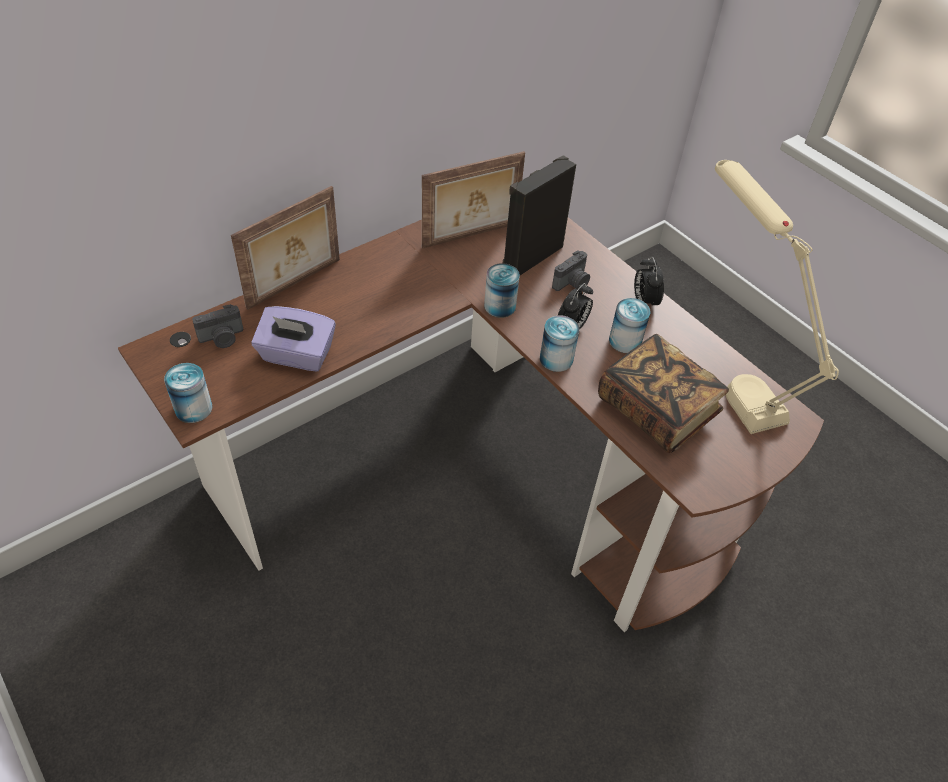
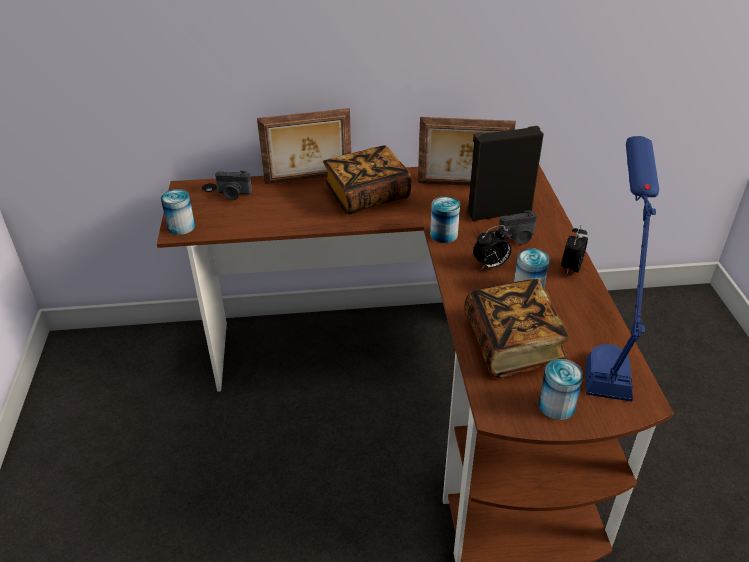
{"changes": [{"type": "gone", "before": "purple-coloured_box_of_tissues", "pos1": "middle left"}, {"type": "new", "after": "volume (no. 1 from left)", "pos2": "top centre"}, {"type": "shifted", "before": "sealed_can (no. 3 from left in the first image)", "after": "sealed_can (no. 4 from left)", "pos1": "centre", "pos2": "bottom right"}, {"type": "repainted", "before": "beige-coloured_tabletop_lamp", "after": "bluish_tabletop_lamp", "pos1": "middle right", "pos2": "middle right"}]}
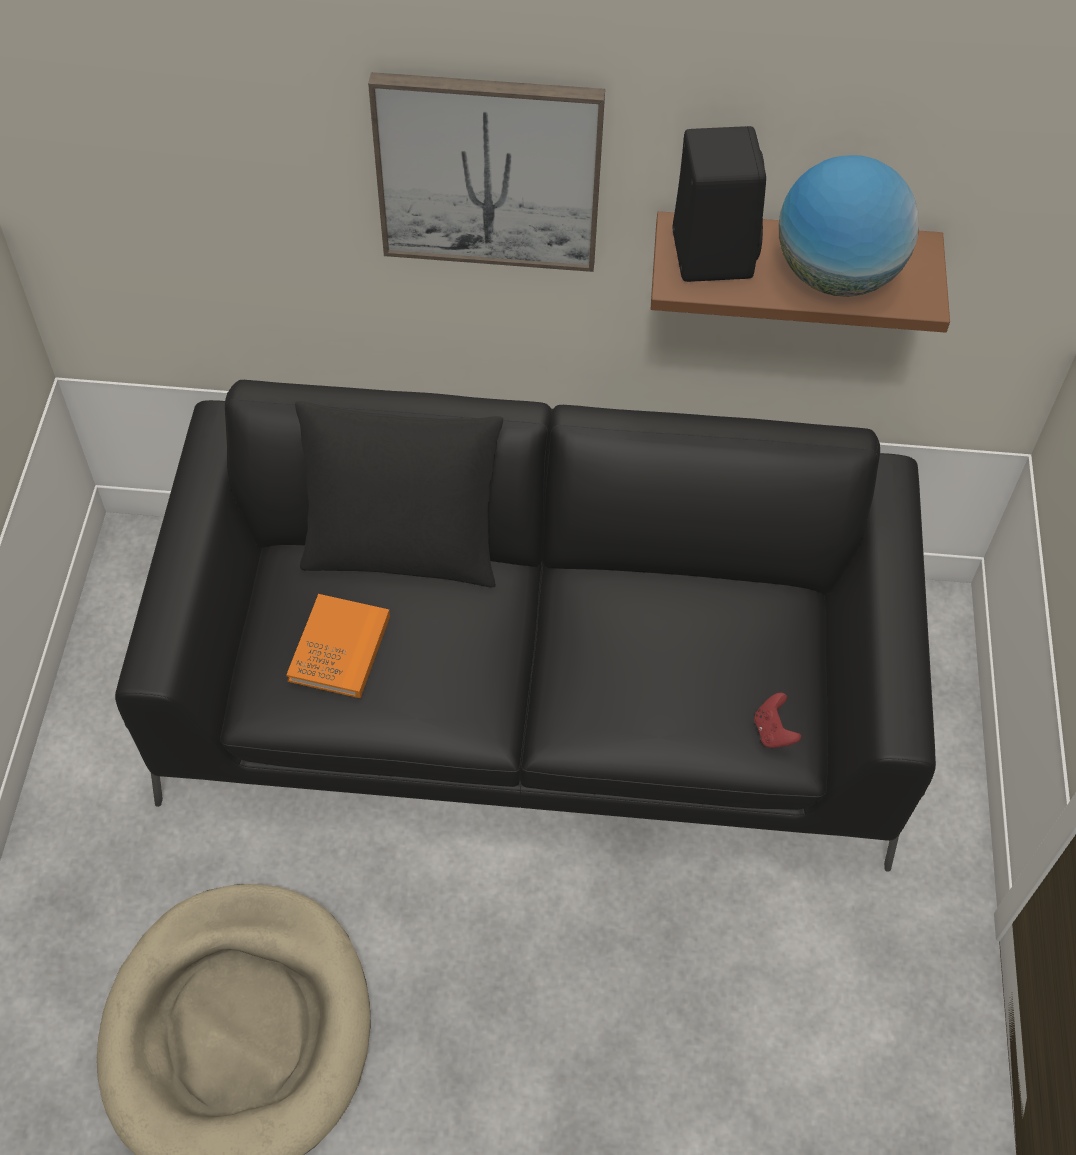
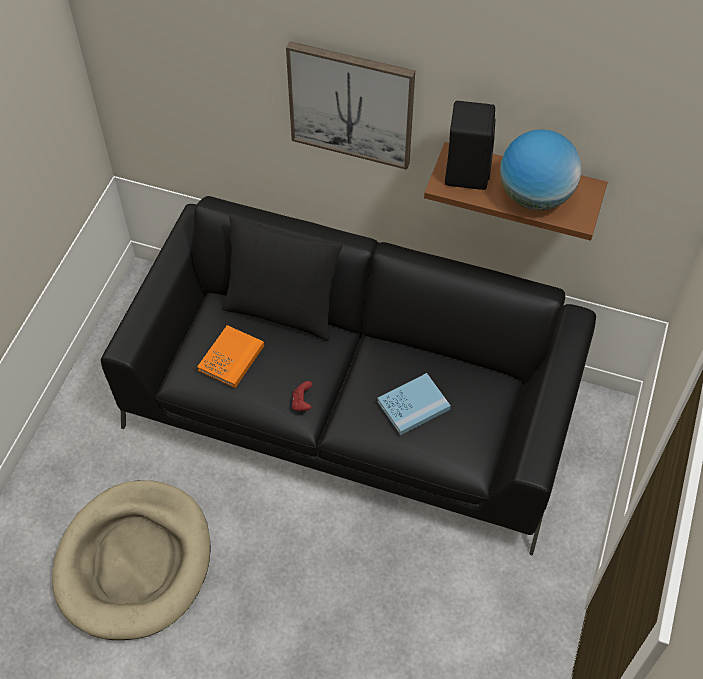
{"changes": [{"type": "new", "after": "bluish_volume", "pos2": "centre"}, {"type": "shifted", "before": "red_gamepad", "pos1": "middle right", "pos2": "centre"}]}
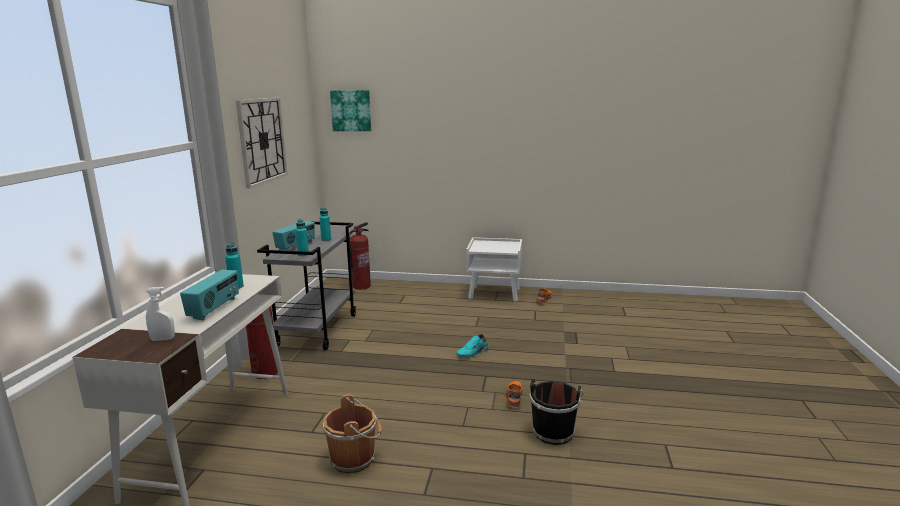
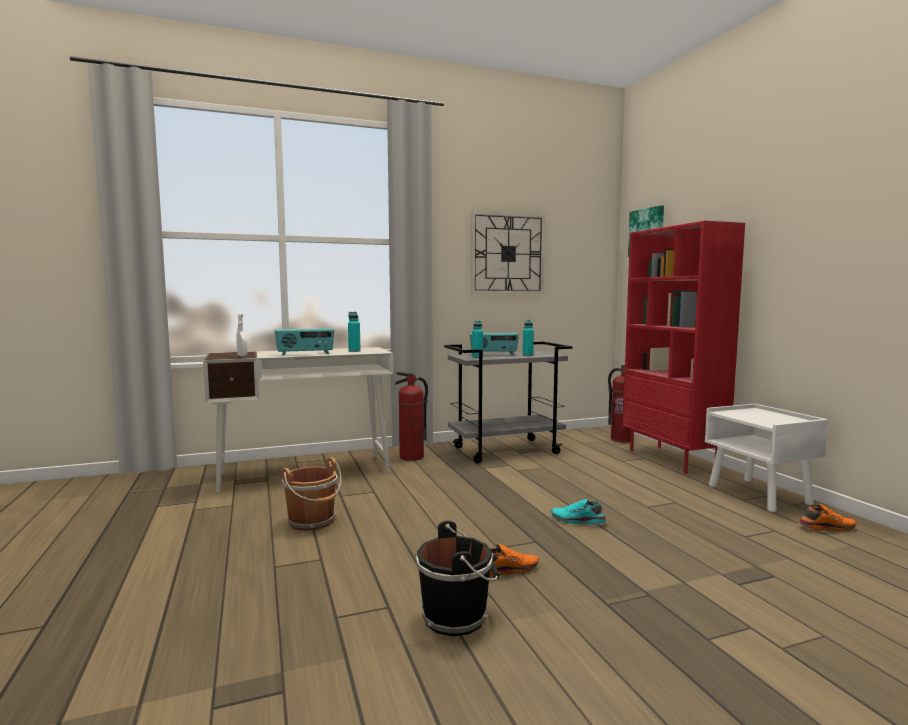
{"changes": [{"type": "new", "after": "red_shelving_unit", "pos2": "middle right"}]}
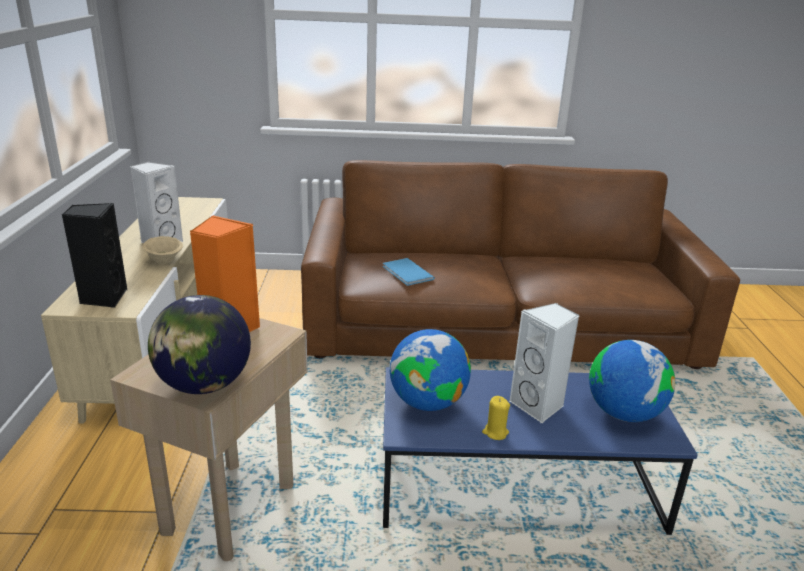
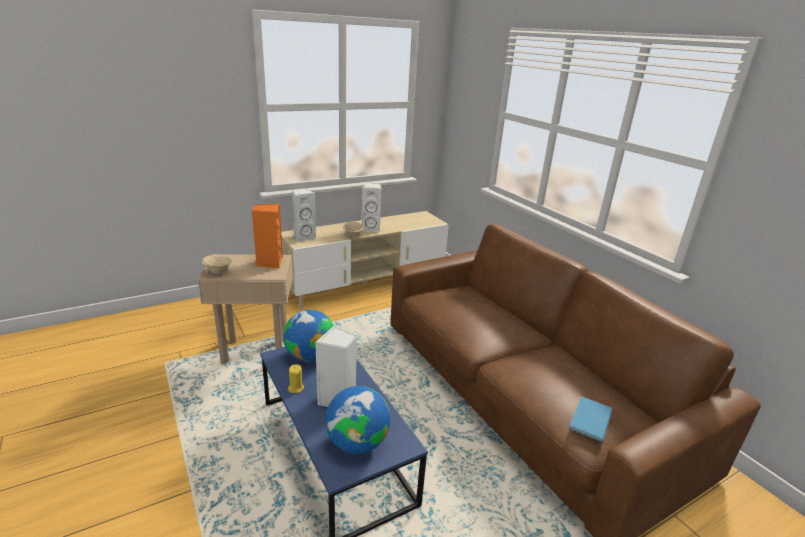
{"changes": [{"type": "shifted", "before": "bluish_volume", "pos1": "centre", "pos2": "bottom right"}, {"type": "swapped", "before": "desk_globe (no. 1 from left)", "after": "beige-coloured_bowl (no. 1 from left)", "pos1": "middle left", "pos2": "middle left"}, {"type": "repainted", "before": "black_loudspeaker", "after": "white-coloured_loudspeaker (no. 1 from left)", "pos1": "middle left", "pos2": "centre"}]}
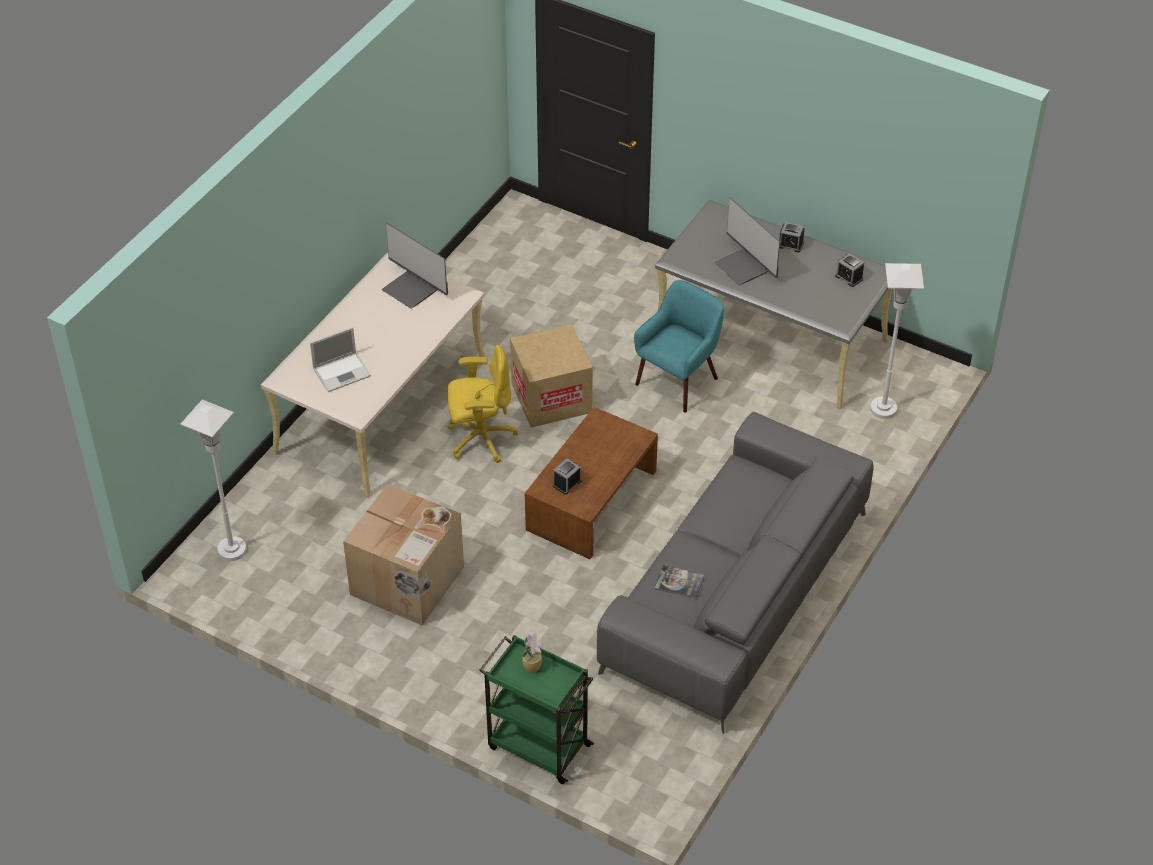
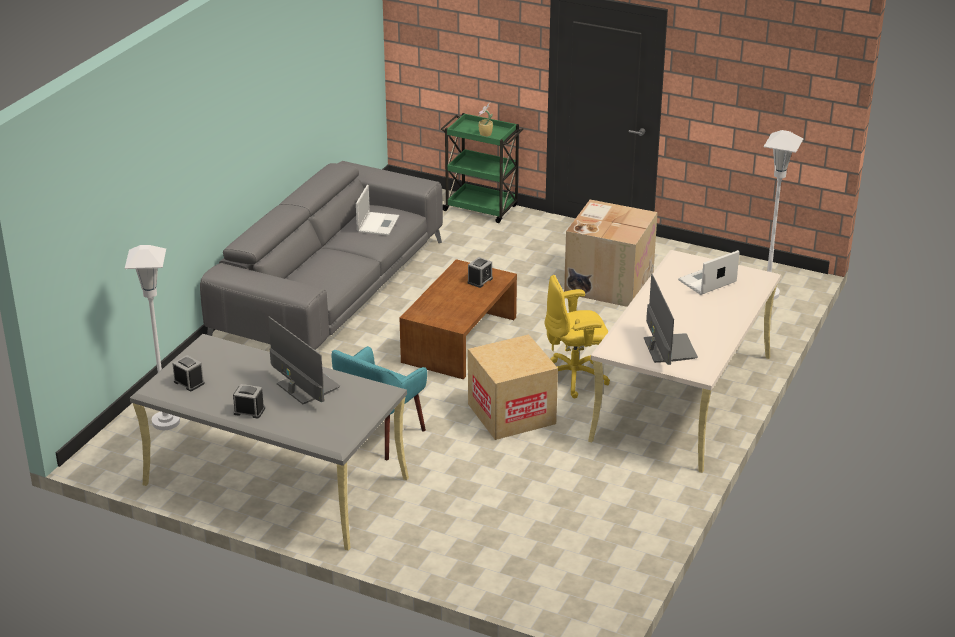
{"changes": [{"type": "swapped", "before": "volume", "after": "laptop (no. 1 from left)", "pos1": "bottom centre", "pos2": "top centre"}, {"type": "rotated", "before": "computer_screen (no. 1 from left in the first image)", "pos1": "top centre", "pos2": "middle right", "turn": 45}]}
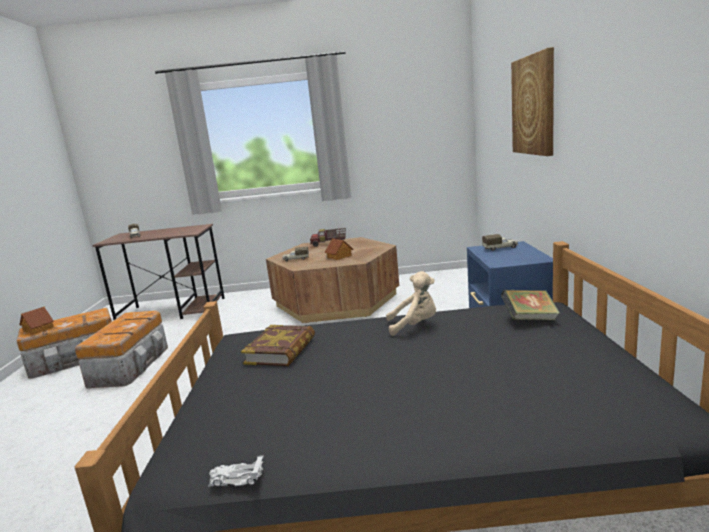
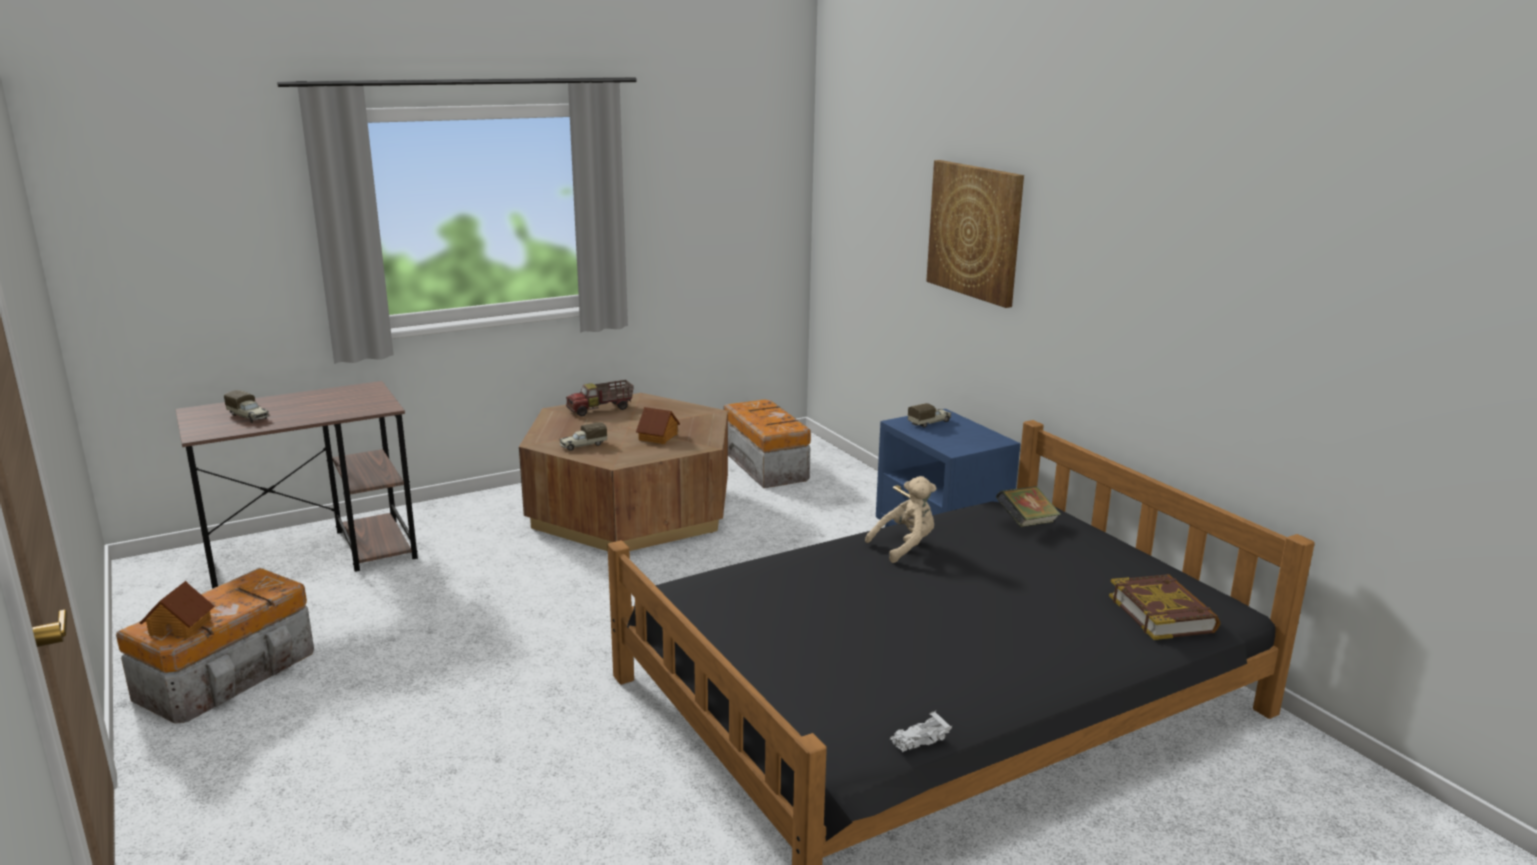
{"changes": [{"type": "shifted", "before": "storage_container (no. 2 from left)", "pos1": "middle left", "pos2": "centre"}, {"type": "shifted", "before": "volume (no. 1 from left in the first image)", "after": "volume (no. 2 from left)", "pos1": "centre", "pos2": "bottom right"}]}
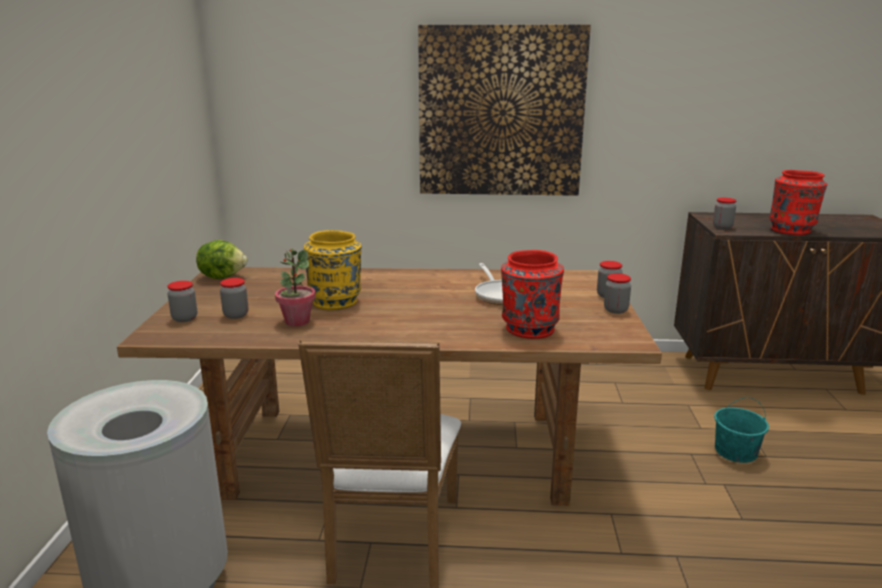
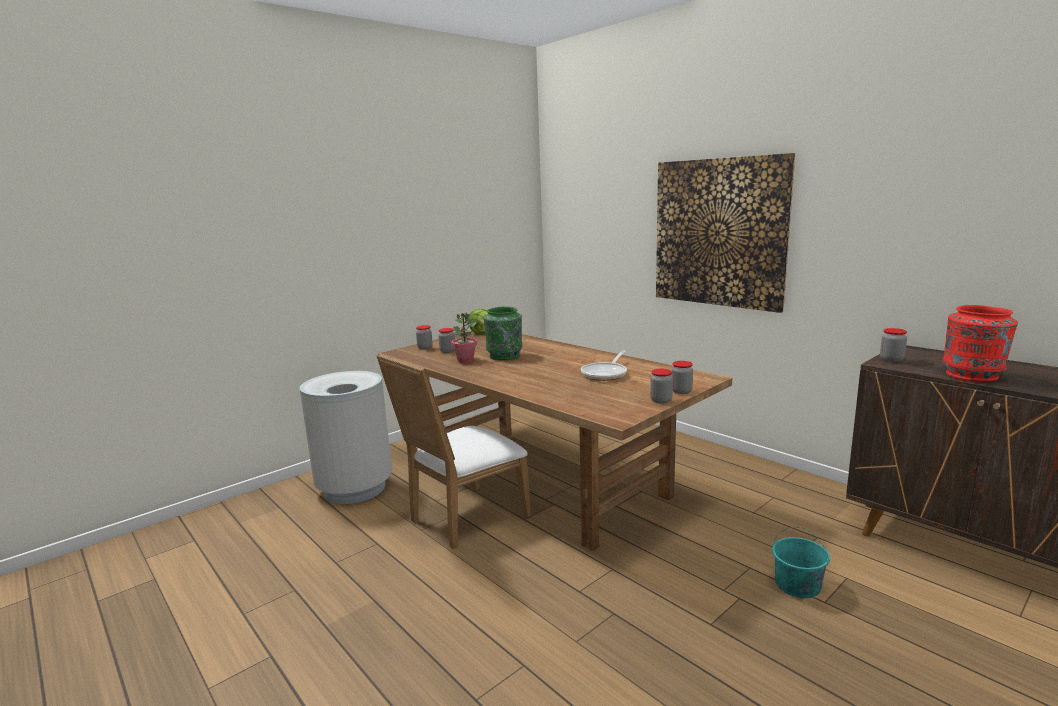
{"changes": [{"type": "gone", "before": "red_vase (no. 1 from left)", "pos1": "centre"}, {"type": "repainted", "before": "yellow-coloured_vase", "after": "green-coloured_vase", "pos1": "centre", "pos2": "centre"}]}
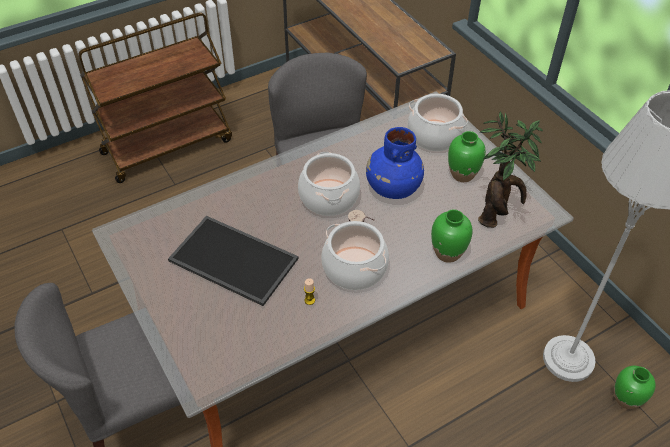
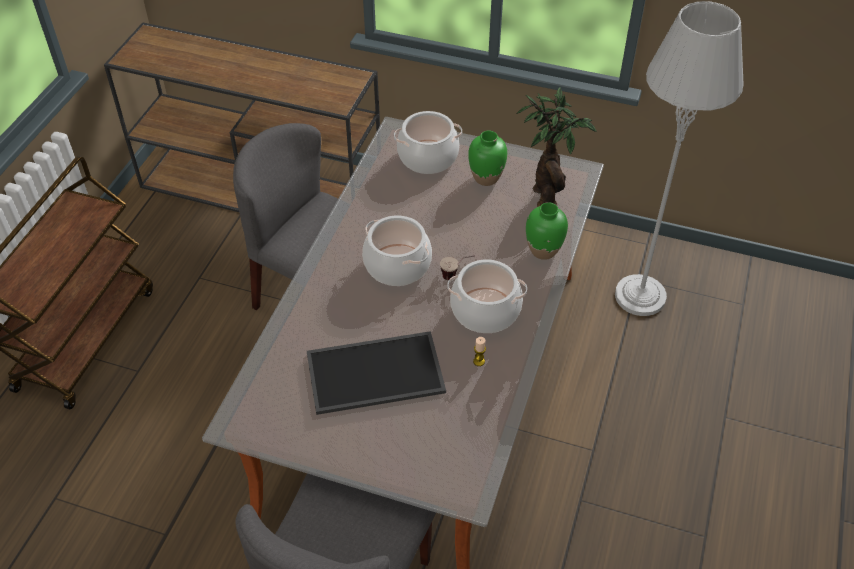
{"changes": [{"type": "gone", "before": "bluish_vase", "pos1": "centre"}, {"type": "gone", "before": "green-coloured_vase (no. 3 from left)", "pos1": "bottom right"}]}
